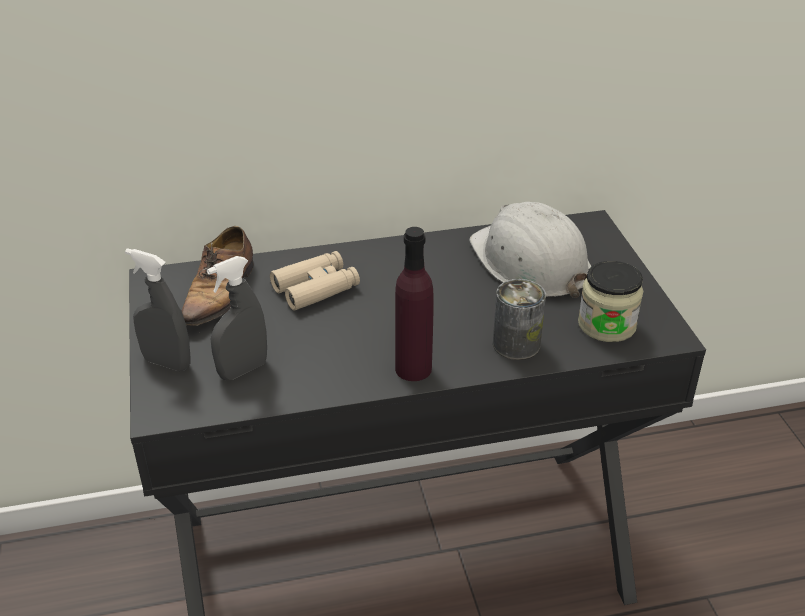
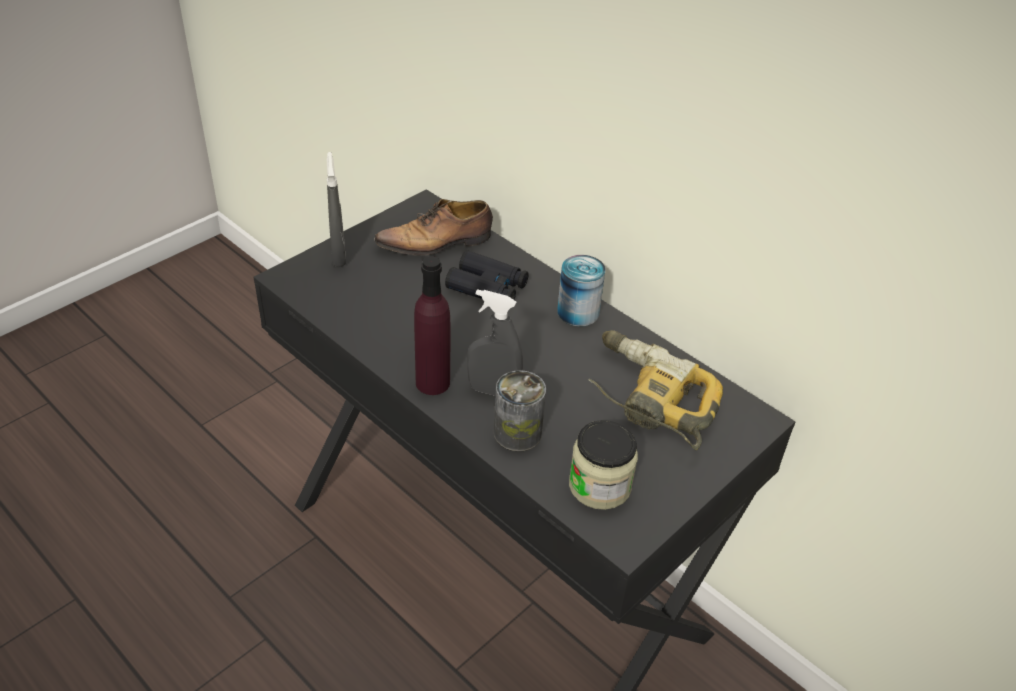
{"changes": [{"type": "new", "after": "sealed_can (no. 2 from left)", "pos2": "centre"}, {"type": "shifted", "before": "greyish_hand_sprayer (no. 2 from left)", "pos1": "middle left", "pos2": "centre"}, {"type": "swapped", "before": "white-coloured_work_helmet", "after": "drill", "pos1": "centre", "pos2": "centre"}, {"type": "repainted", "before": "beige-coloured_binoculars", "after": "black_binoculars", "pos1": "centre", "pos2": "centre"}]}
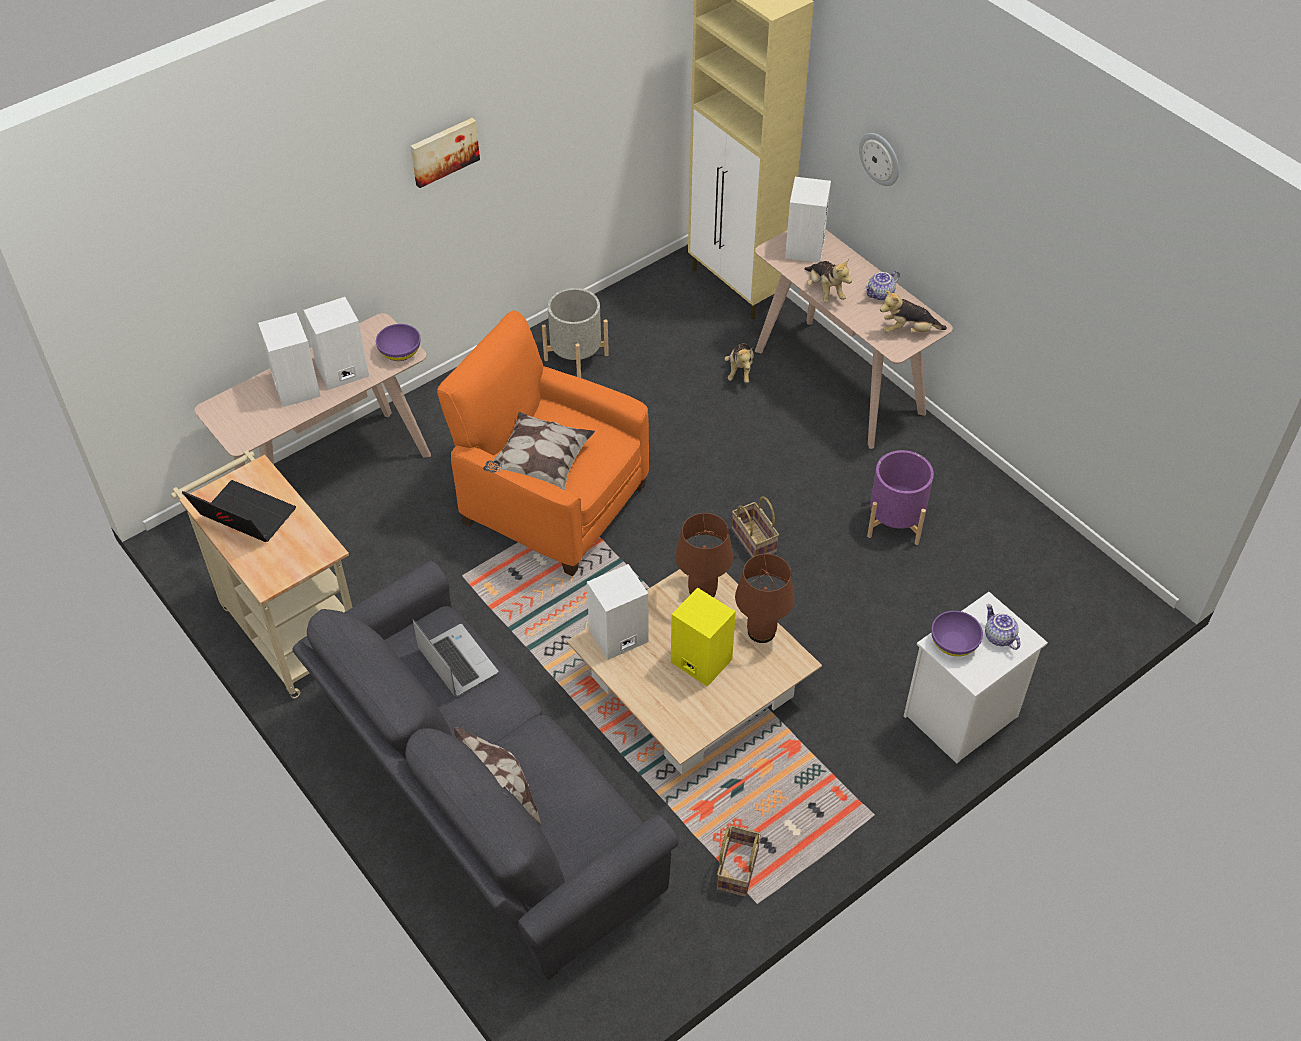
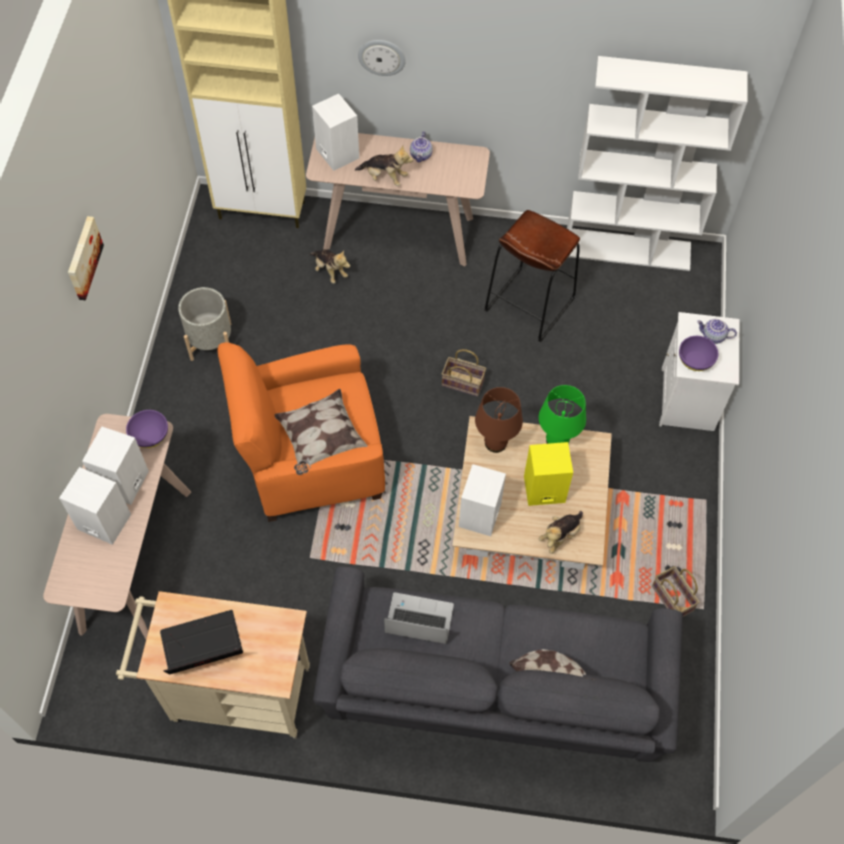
{"changes": [{"type": "new", "after": "white-coloured_shelving_unit", "pos2": "top right"}, {"type": "shifted", "before": "soft_toy (no. 3 from left)", "pos1": "top right", "pos2": "centre"}, {"type": "swapped", "before": "purple-coloured_flower_pot", "after": "brownish_sitting_stool", "pos1": "middle right", "pos2": "top centre"}, {"type": "repainted", "before": "brownish_tabletop_lamp (no. 2 from left)", "after": "green-coloured_tabletop_lamp", "pos1": "centre", "pos2": "centre"}]}
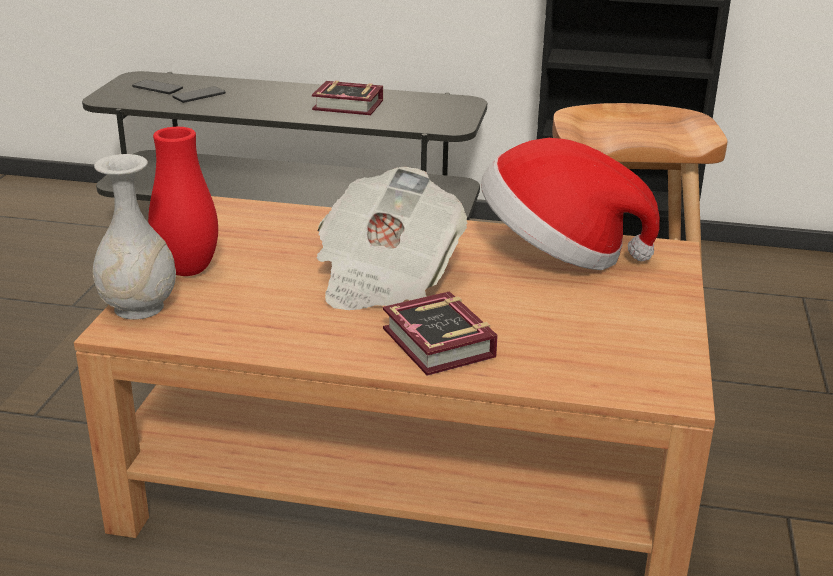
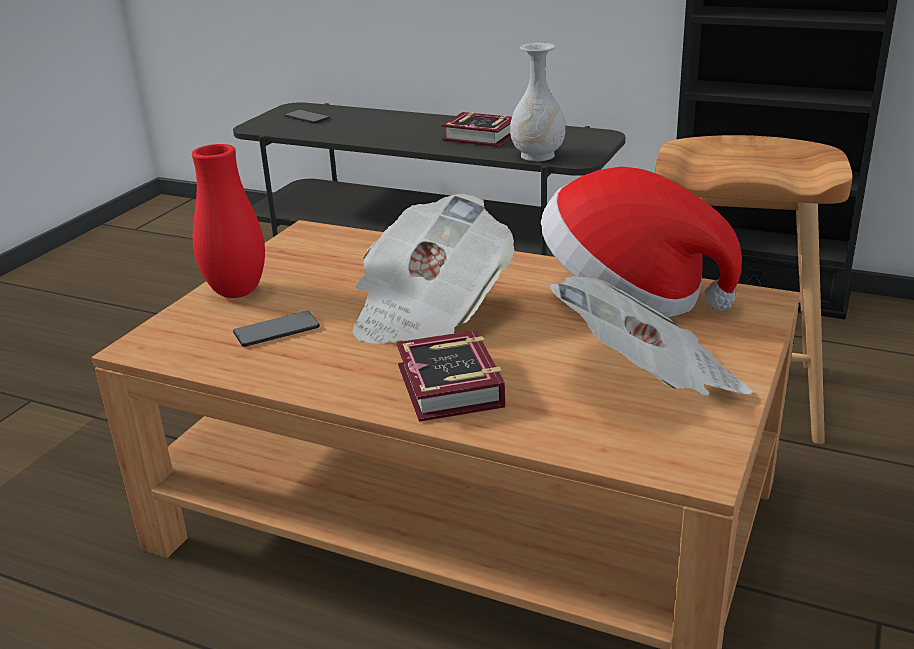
{"changes": [{"type": "new", "after": "printed_paper (no. 2 from left)", "pos2": "middle right"}, {"type": "shifted", "before": "white-coloured_vase", "pos1": "middle left", "pos2": "top centre"}, {"type": "shifted", "before": "phone (no. 2 from left in the first image)", "after": "phone (no. 1 from left)", "pos1": "top left", "pos2": "middle left"}]}
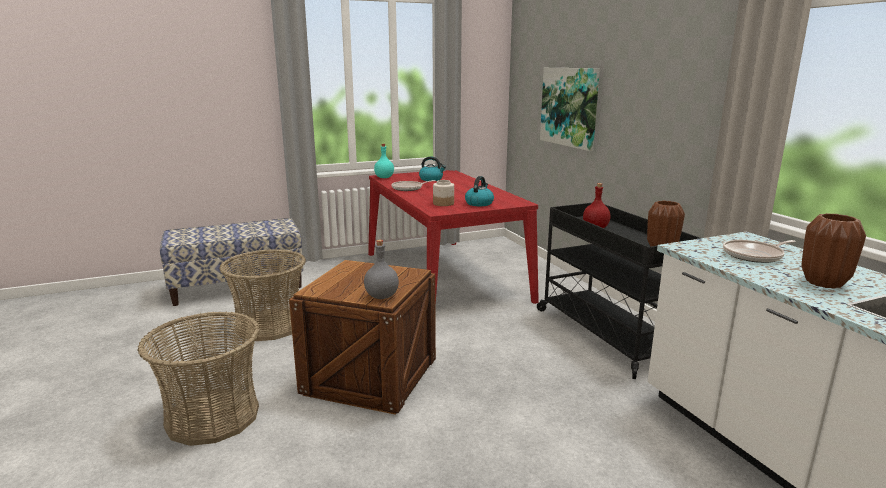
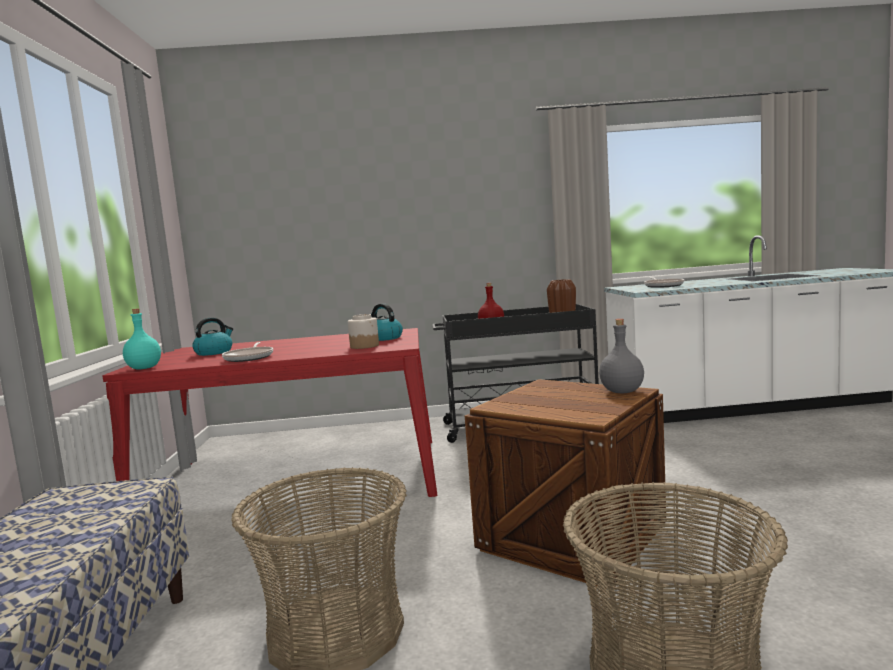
{"changes": [{"type": "gone", "before": "wall_art", "pos1": "top centre"}, {"type": "gone", "before": "brownish_vase (no. 2 from left)", "pos1": "middle right"}]}
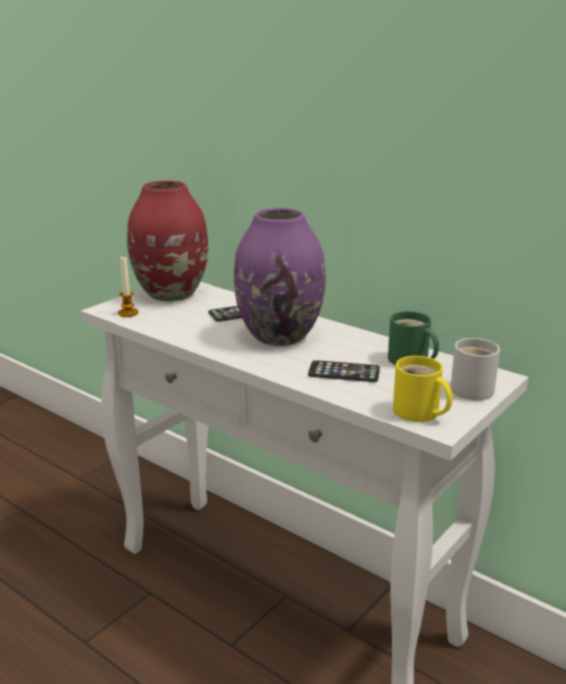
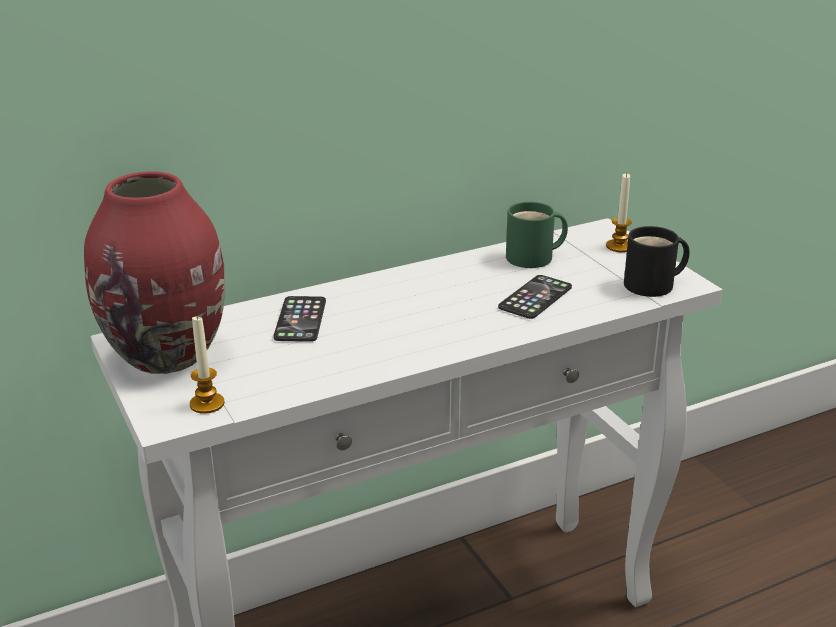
{"changes": [{"type": "gone", "before": "purple-coloured_vase", "pos1": "centre"}, {"type": "swapped", "before": "white-coloured_tea_mug", "after": "wax_light (no. 2 from left)", "pos1": "middle right", "pos2": "middle right"}, {"type": "repainted", "before": "yellow-coloured_tea_mug", "after": "black_tea_mug", "pos1": "middle right", "pos2": "middle right"}]}
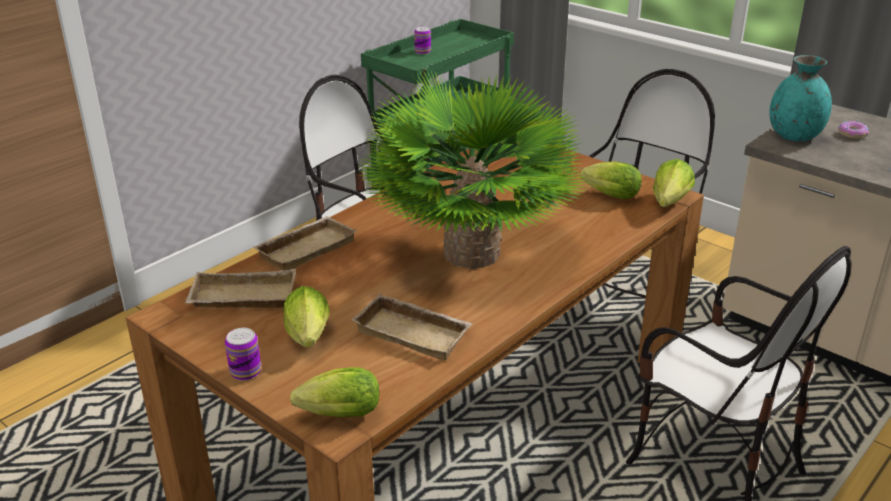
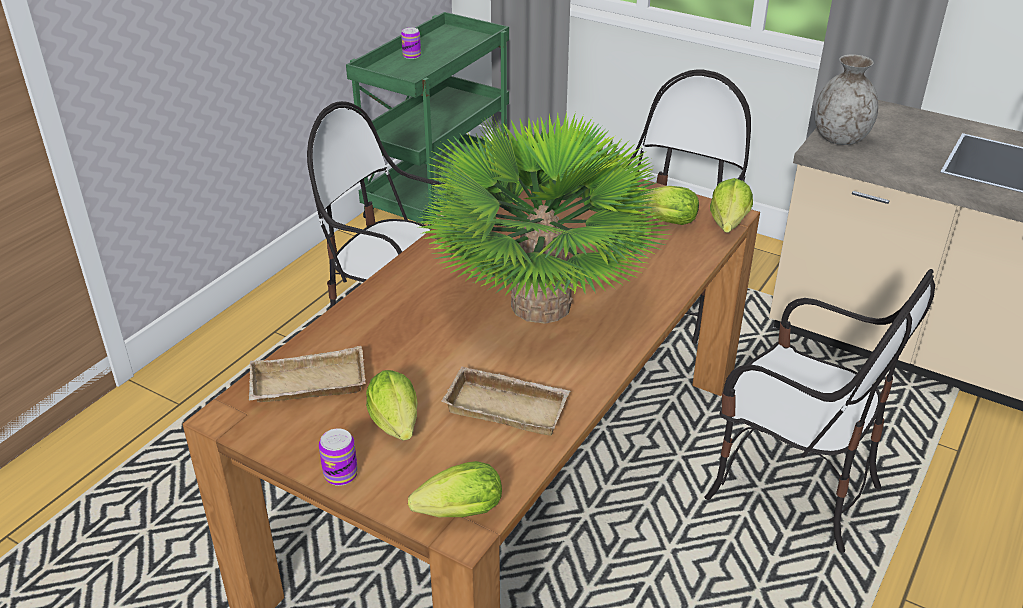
{"changes": [{"type": "gone", "before": "beige-coloured_serving_tray (no. 2 from left)", "pos1": "centre"}, {"type": "gone", "before": "donut", "pos1": "top right"}, {"type": "repainted", "before": "blue-green_vase", "after": "greyish_vase", "pos1": "top right", "pos2": "top right"}]}
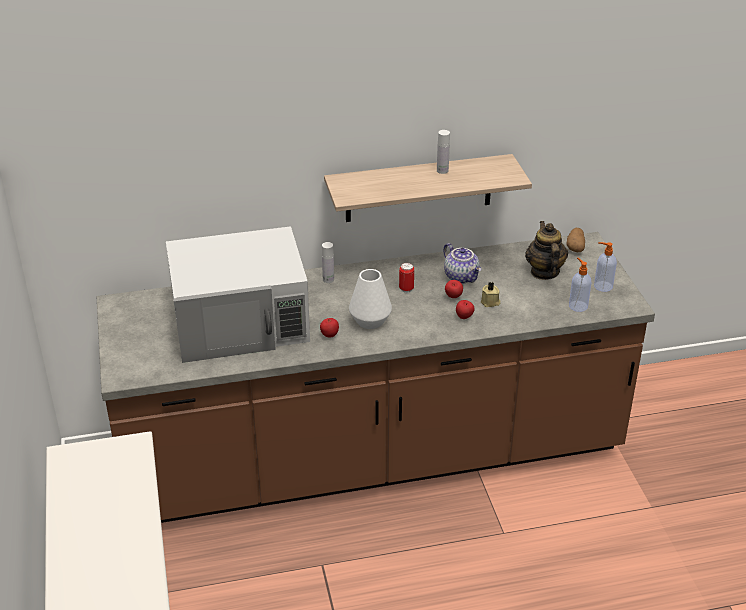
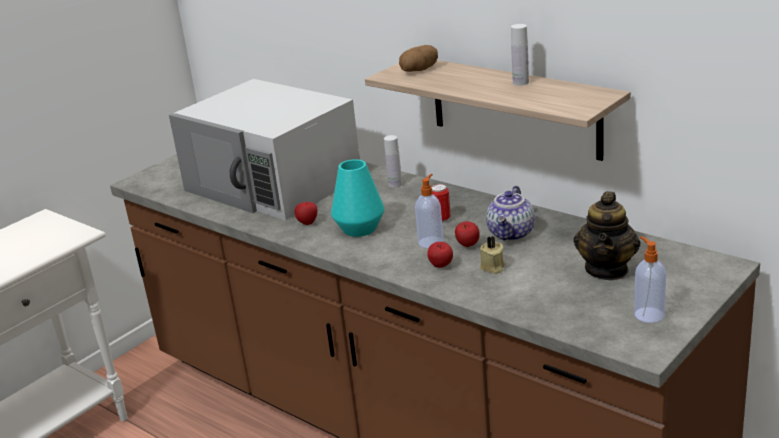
{"changes": [{"type": "shifted", "before": "whole_potato", "pos1": "middle right", "pos2": "top centre"}, {"type": "shifted", "before": "soap_bottle (no. 1 from left)", "pos1": "middle right", "pos2": "centre"}, {"type": "repainted", "before": "white-coloured_vase", "after": "blue-green_vase", "pos1": "centre", "pos2": "centre"}, {"type": "rotated", "before": "tea_pot (no. 2 from left)", "pos1": "middle right", "pos2": "middle right", "turn": 150}]}
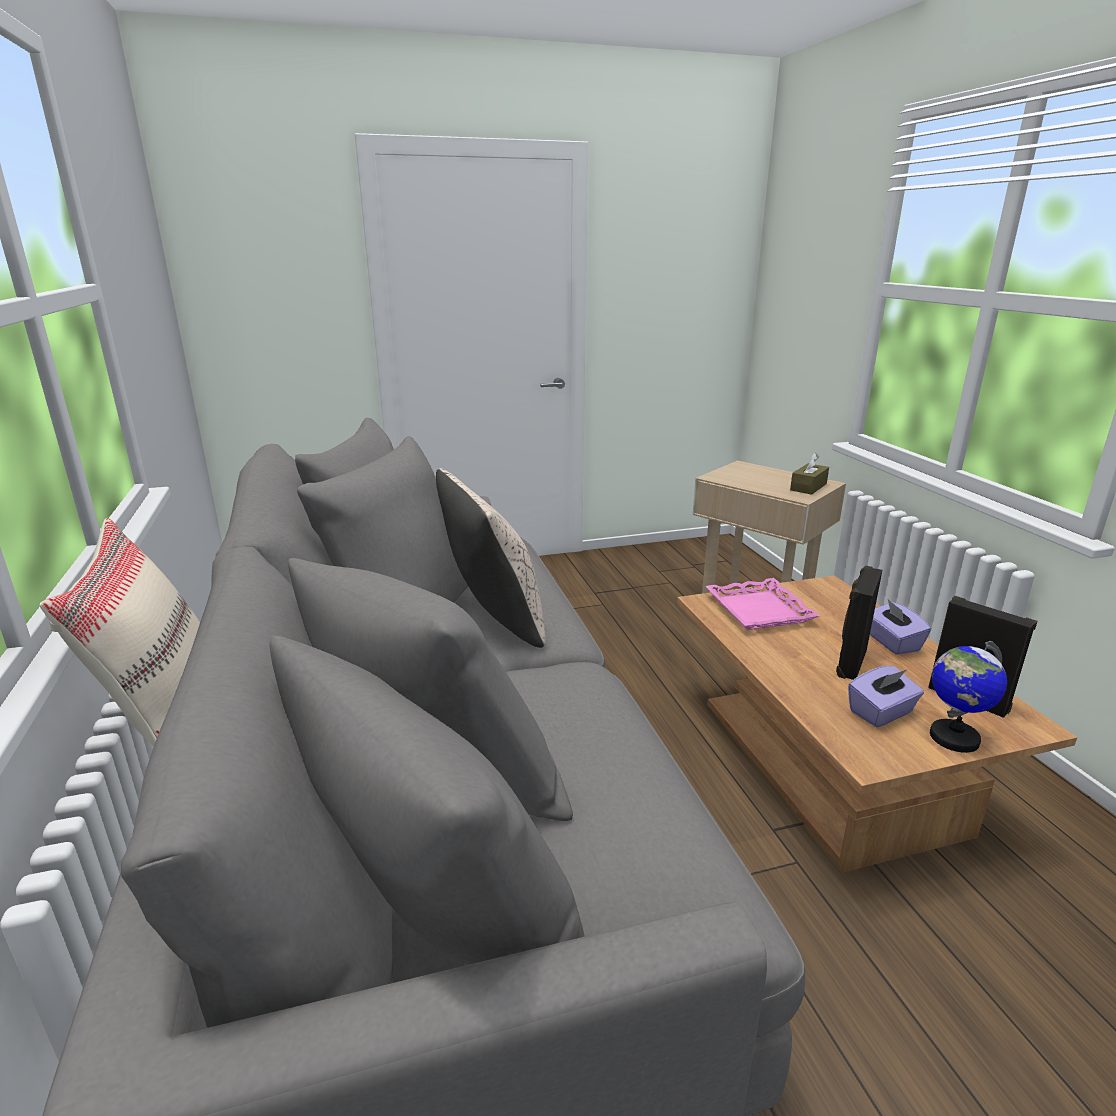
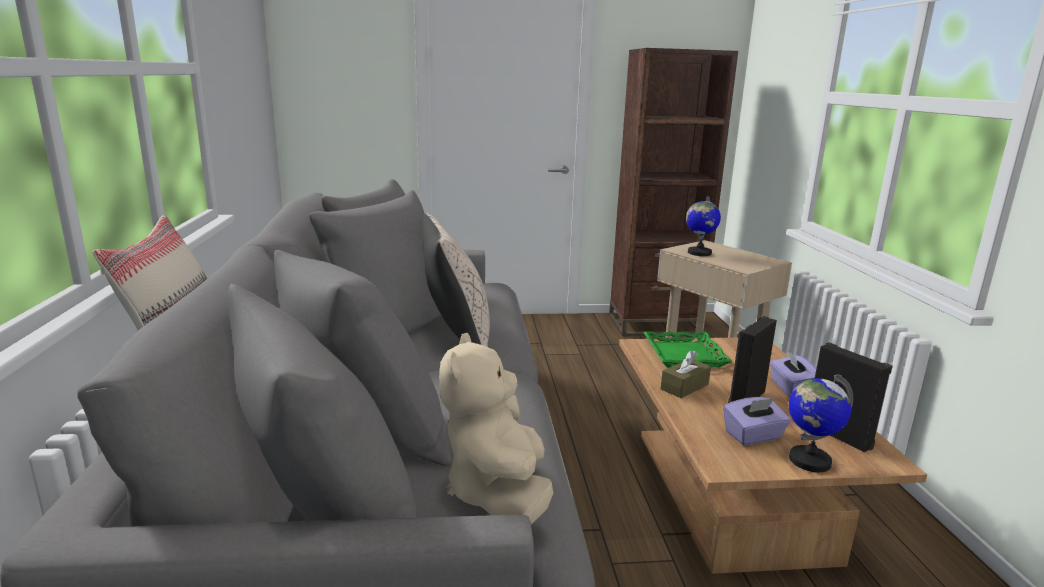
{"changes": [{"type": "new", "after": "beige-coloured_soft_toy", "pos2": "bottom centre"}, {"type": "new", "after": "brownish_shelving_unit", "pos2": "top centre"}, {"type": "new", "after": "desk_globe (no. 1 from left)", "pos2": "middle right"}, {"type": "shifted", "before": "brownish_box_of_tissues", "pos1": "middle right", "pos2": "centre"}, {"type": "repainted", "before": "pink-coloured_serving_tray", "after": "green-coloured_serving_tray", "pos1": "middle right", "pos2": "centre"}]}
